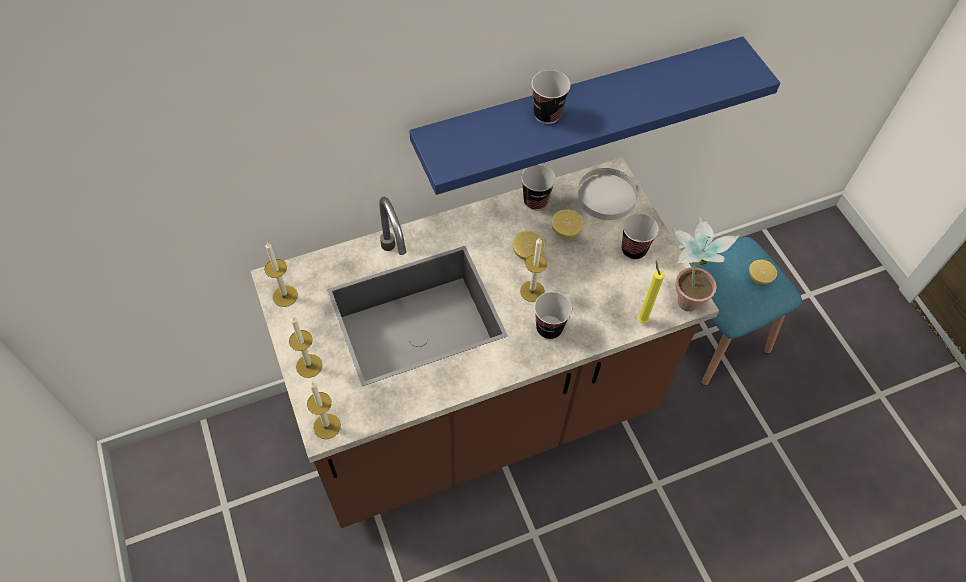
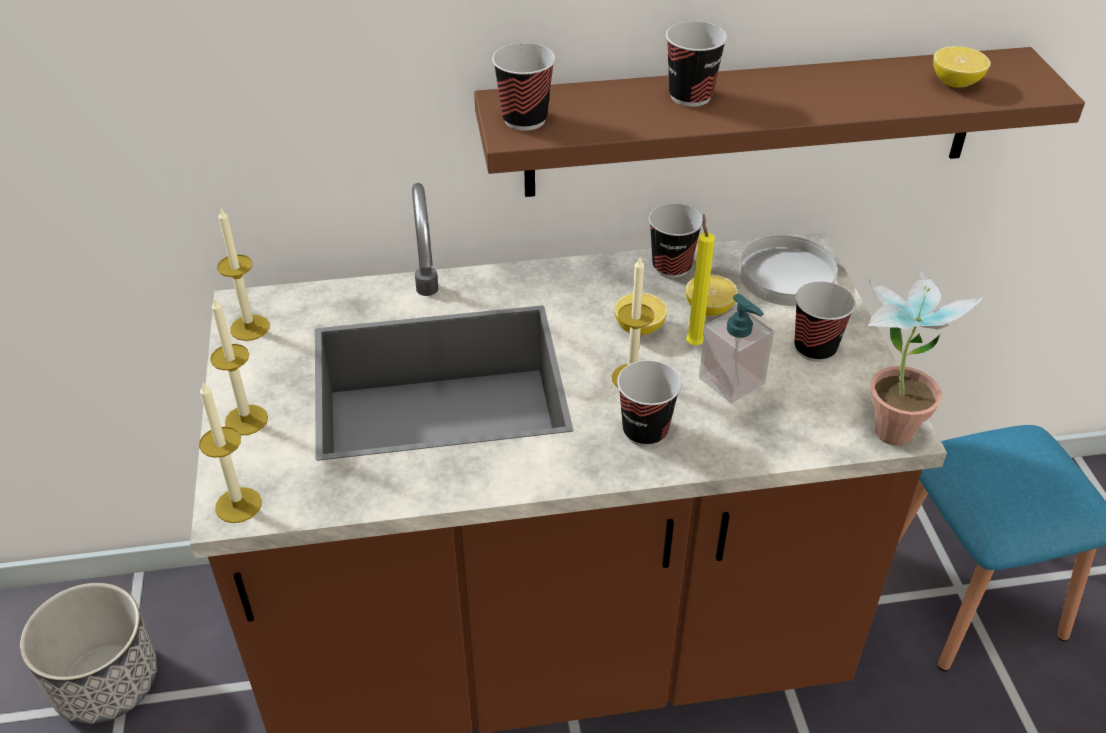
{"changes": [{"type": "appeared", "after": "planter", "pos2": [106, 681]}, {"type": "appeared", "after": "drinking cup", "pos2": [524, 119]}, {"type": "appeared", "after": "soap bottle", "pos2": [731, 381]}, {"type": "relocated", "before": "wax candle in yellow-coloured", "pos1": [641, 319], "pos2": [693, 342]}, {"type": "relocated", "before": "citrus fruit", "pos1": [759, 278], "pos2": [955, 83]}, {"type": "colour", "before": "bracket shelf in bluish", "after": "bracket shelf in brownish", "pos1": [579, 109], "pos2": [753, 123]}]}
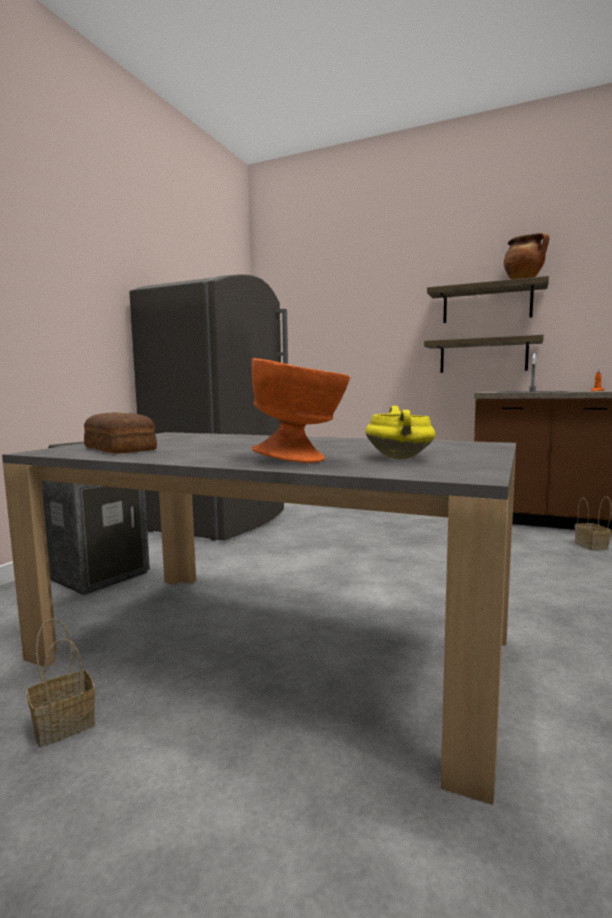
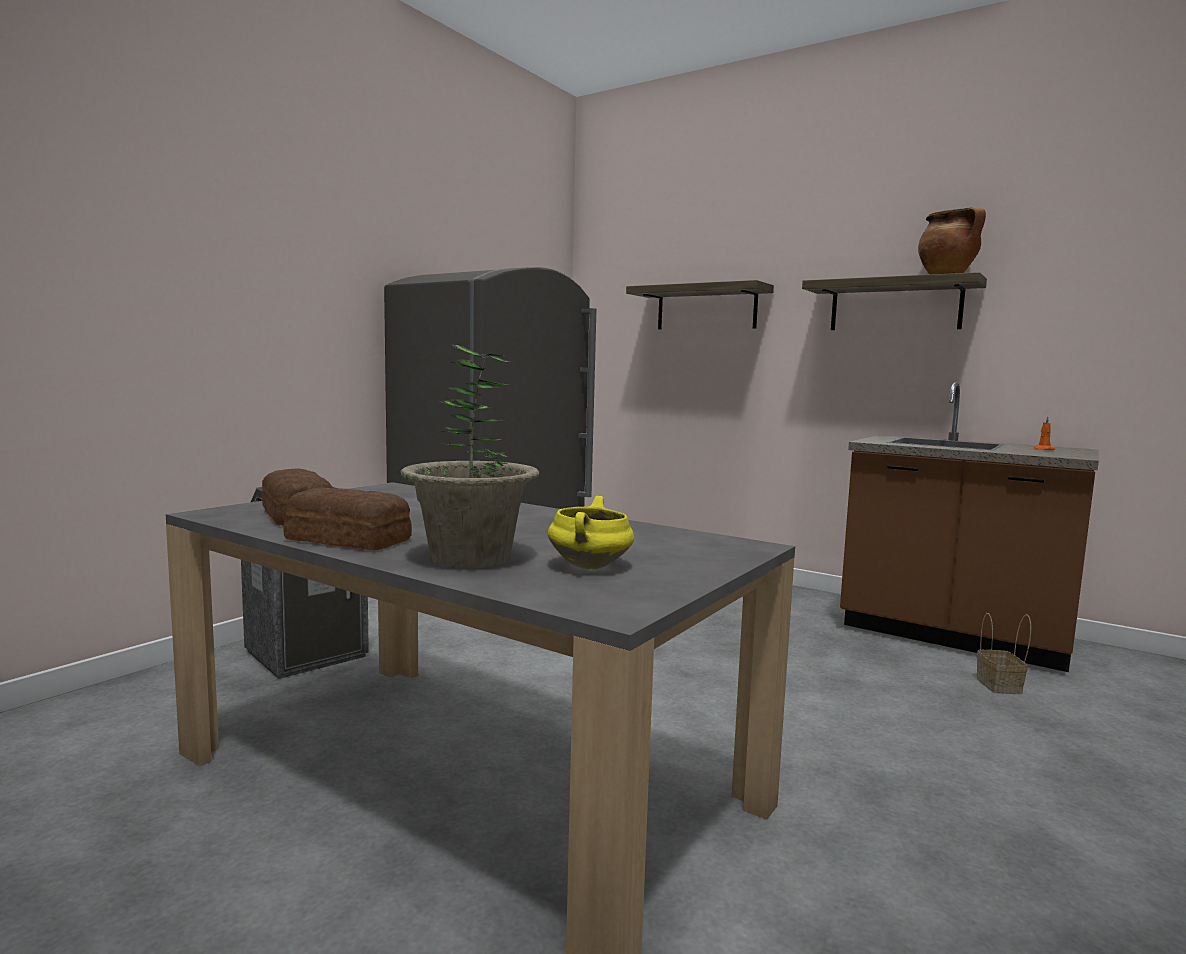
{"changes": [{"type": "missing", "before": "basket", "pos1": [66, 724]}, {"type": "appeared", "after": "bakery bread", "pos2": [348, 539]}, {"type": "relocated", "before": "bracket shelf", "pos1": [483, 356], "pos2": [706, 308]}, {"type": "exchanged", "before": "serving bowl in orange-coloured", "after": "houseplant", "pos1": [302, 460], "pos2": [470, 558]}]}
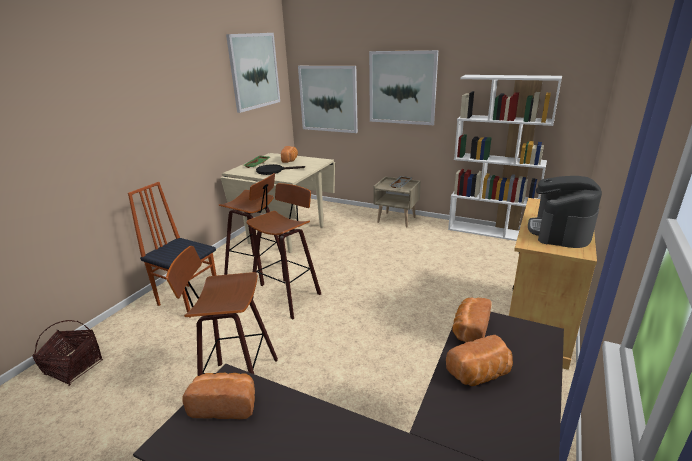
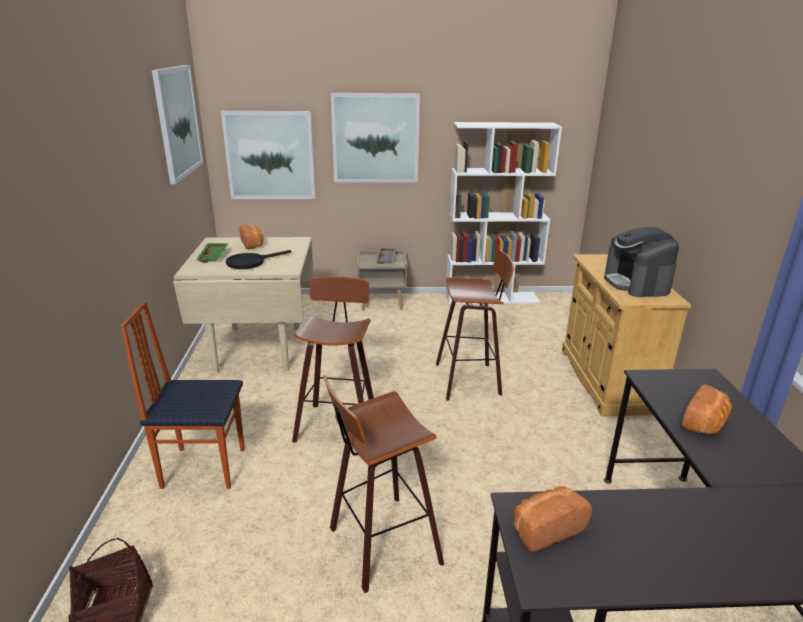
{"changes": [{"type": "missing", "before": "bakery bread", "pos1": [469, 331]}, {"type": "relocated", "before": "stool seat", "pos1": [259, 270], "pos2": [470, 379]}]}
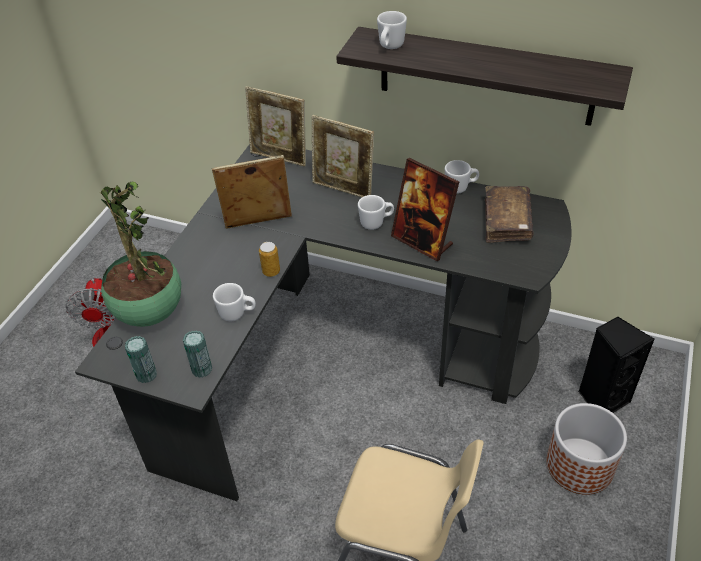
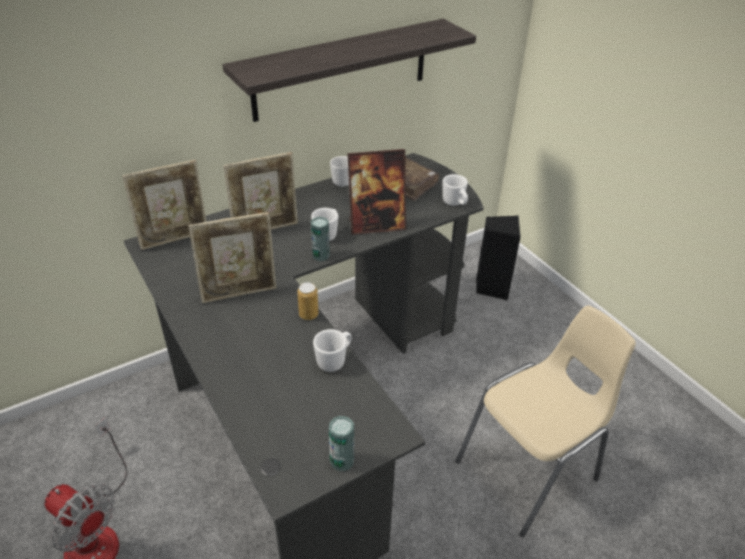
{"changes": [{"type": "missing", "before": "houseplant", "pos1": [149, 312]}, {"type": "missing", "before": "planter", "pos1": [580, 465]}, {"type": "relocated", "before": "can", "pos1": [202, 369], "pos2": [321, 255]}, {"type": "relocated", "before": "coffee mug in white", "pos1": [389, 47], "pos2": [455, 203]}, {"type": "spun", "before": "standing frame", "pos1": [258, 224], "pos2": [239, 293], "turn": -135}]}
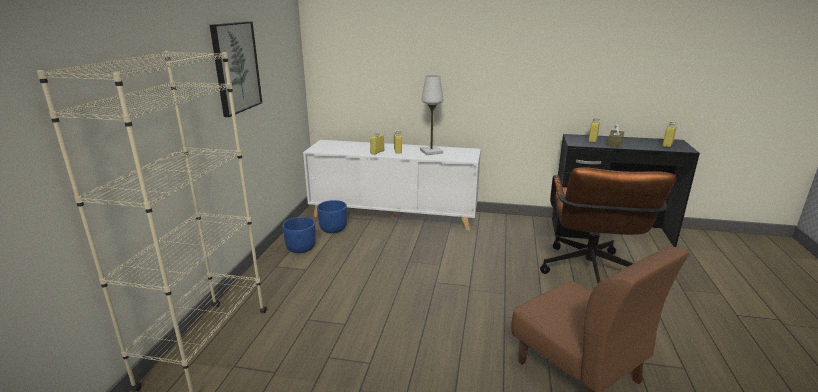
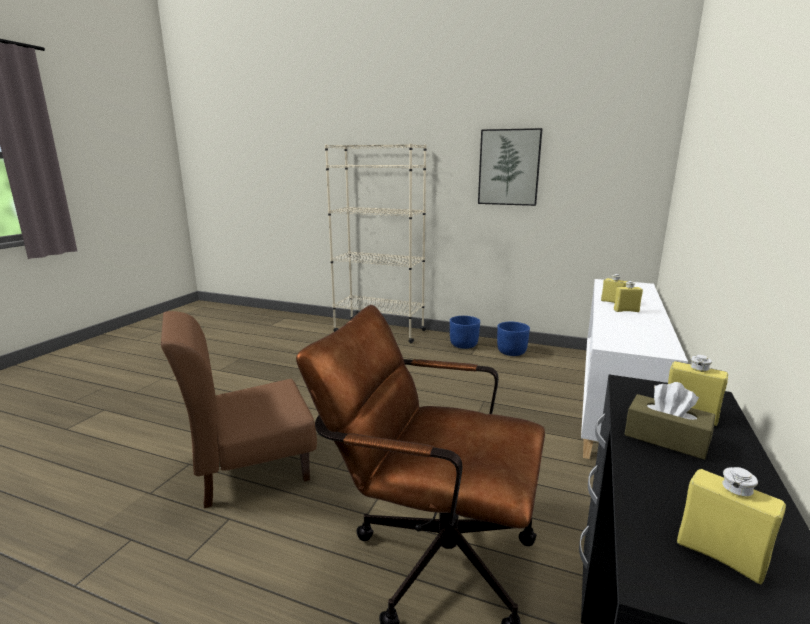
{"changes": [{"type": "missing", "before": "table lamp in white", "pos1": [431, 151]}, {"type": "relocated", "before": "planter in bluish", "pos1": [333, 229], "pos2": [464, 345]}]}
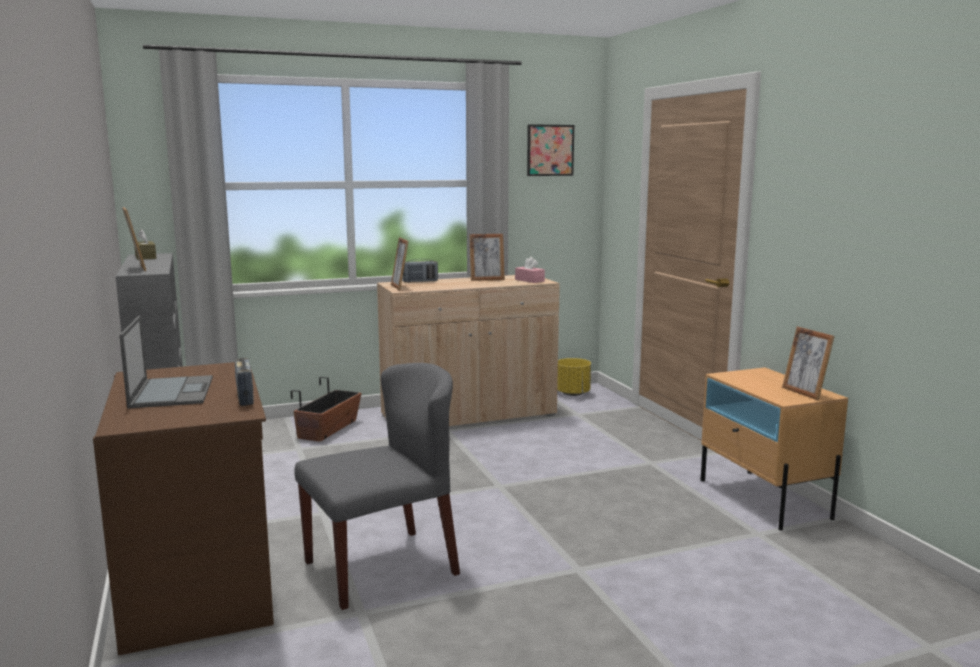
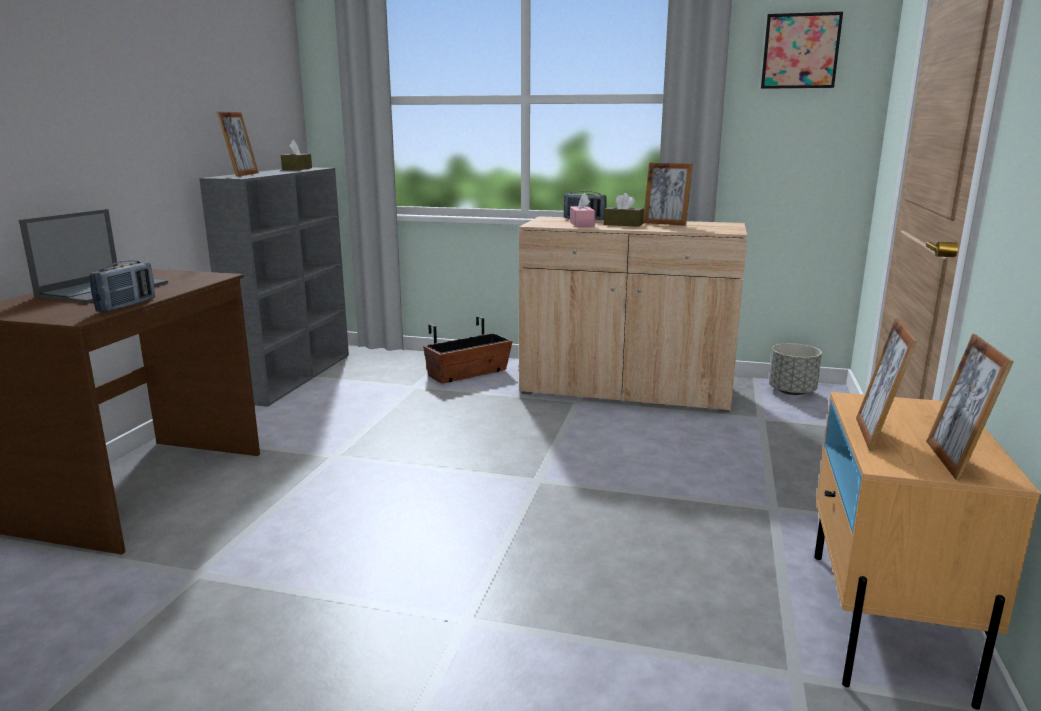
{"changes": [{"type": "missing", "before": "upright chair in grey", "pos1": [382, 567]}, {"type": "appeared", "after": "tissue box in brownish", "pos2": [623, 224]}, {"type": "relocated", "before": "standing frame", "pos1": [400, 287], "pos2": [875, 435]}, {"type": "relocated", "before": "tissue box in pink", "pos1": [529, 280], "pos2": [582, 224]}, {"type": "colour", "before": "planter in yellow-coloured", "after": "planter in grey", "pos1": [573, 393], "pos2": [792, 391]}]}
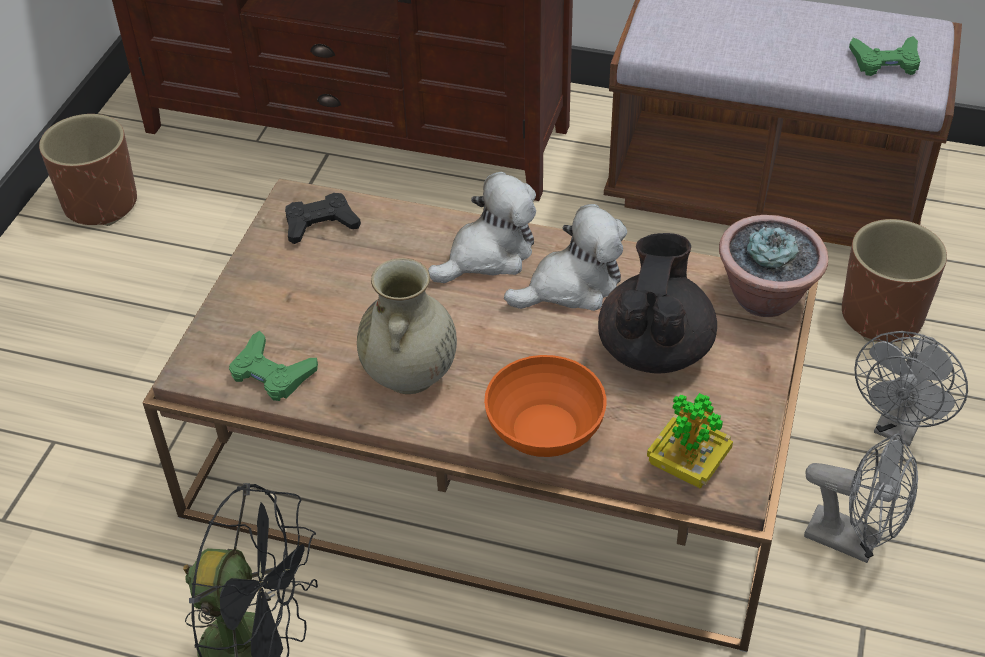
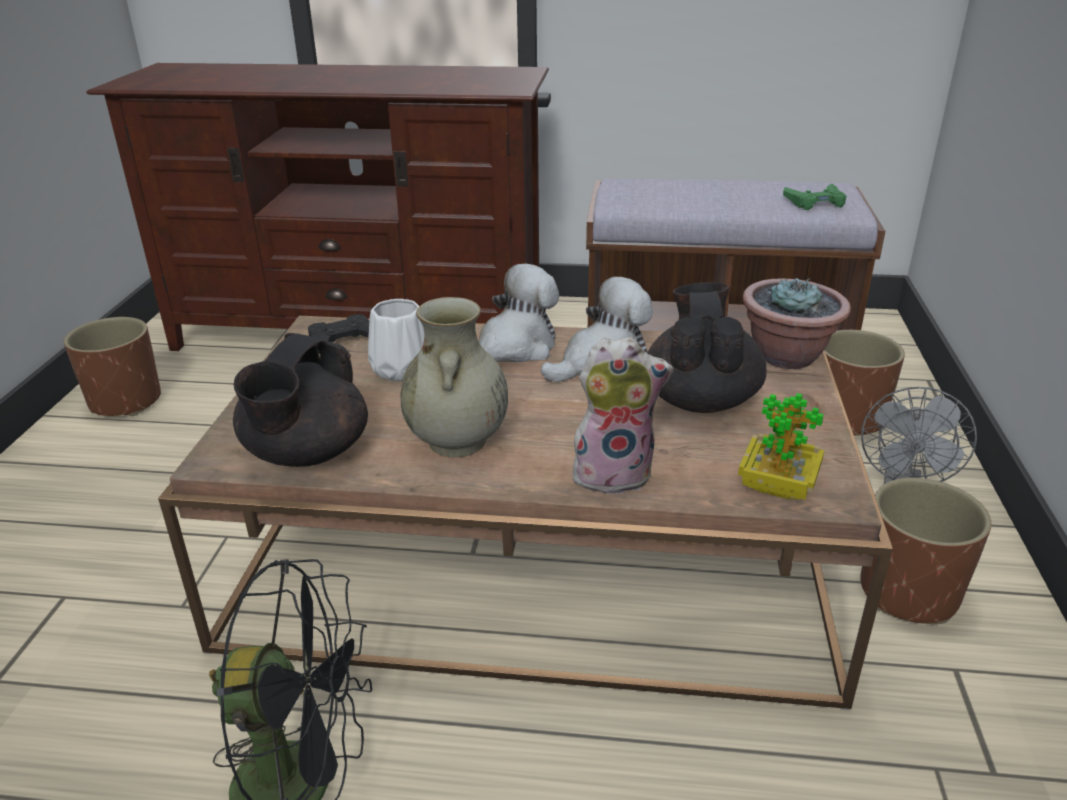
{"changes": [{"type": "appeared", "after": "vase in white", "pos2": [401, 370]}, {"type": "exchanged", "before": "gamepad in greenish", "after": "pot for tea in black", "pos1": [271, 373], "pos2": [306, 454]}, {"type": "exchanged", "before": "serving bowl in orange-coloured", "after": "soft toy", "pos1": [544, 431], "pos2": [614, 473]}, {"type": "exchanged", "before": "cooling fan in grey", "after": "planter in brownish", "pos1": [853, 540], "pos2": [907, 592]}]}
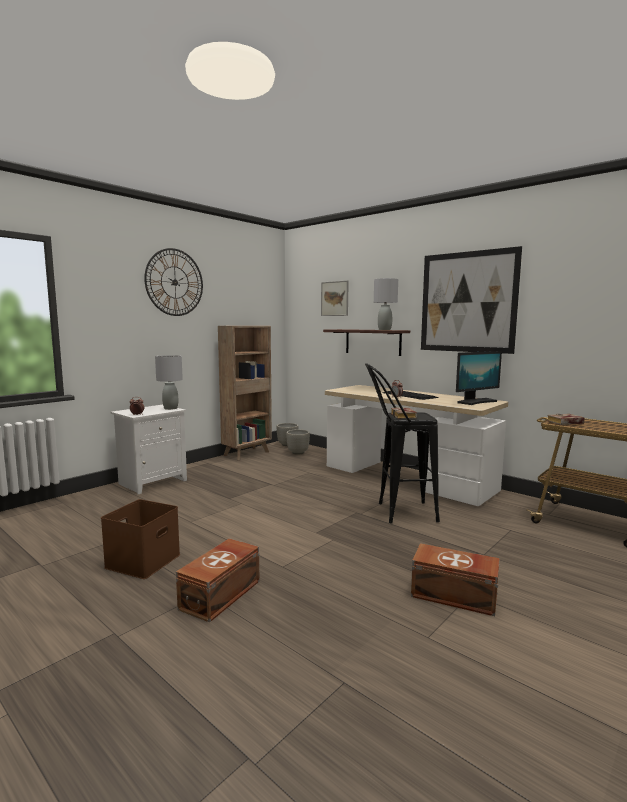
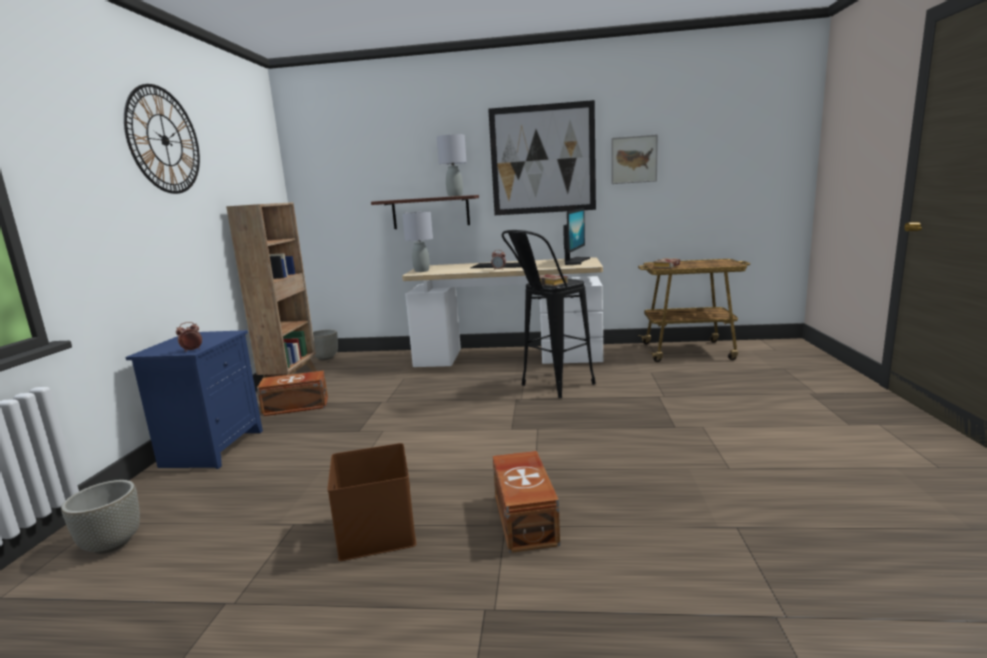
{"changes": [{"type": "relocated", "before": "table lamp in grey", "pos1": [170, 408], "pos2": [422, 271]}, {"type": "relocated", "before": "planter in grey", "pos1": [298, 453], "pos2": [112, 544]}, {"type": "relocated", "before": "picture", "pos1": [334, 298], "pos2": [634, 159]}, {"type": "relocated", "before": "storage box in brownish", "pos1": [455, 596], "pos2": [297, 406]}, {"type": "colour", "before": "nightstand in white", "after": "nightstand in bluish", "pos1": [153, 482], "pos2": [212, 448]}]}
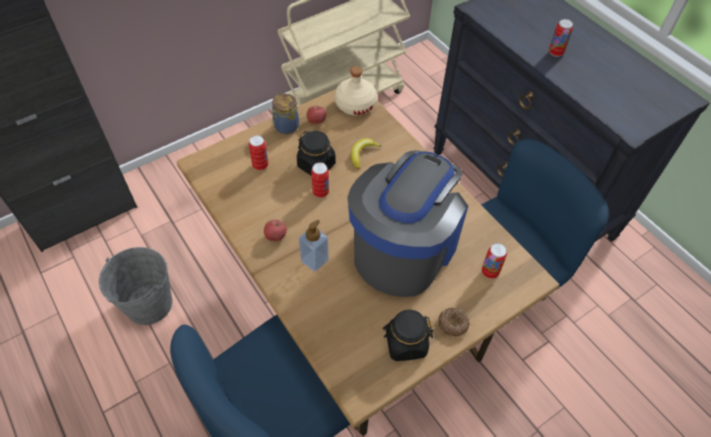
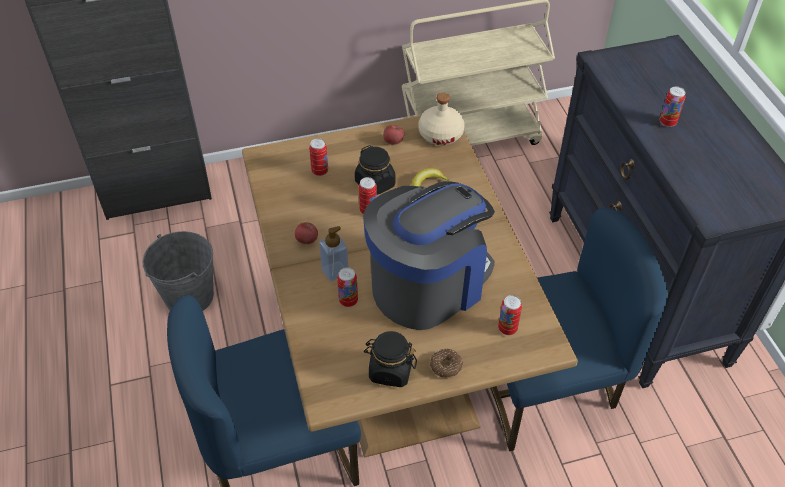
{"changes": [{"type": "missing", "before": "storage jar", "pos1": [285, 127]}, {"type": "appeared", "after": "can", "pos2": [348, 301]}]}
